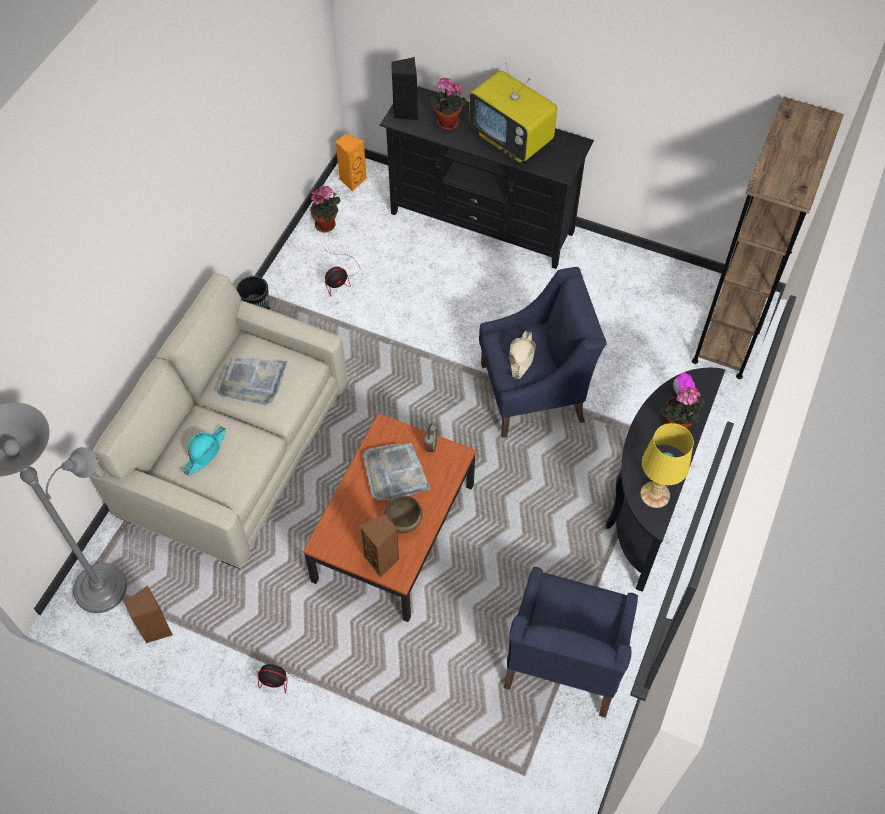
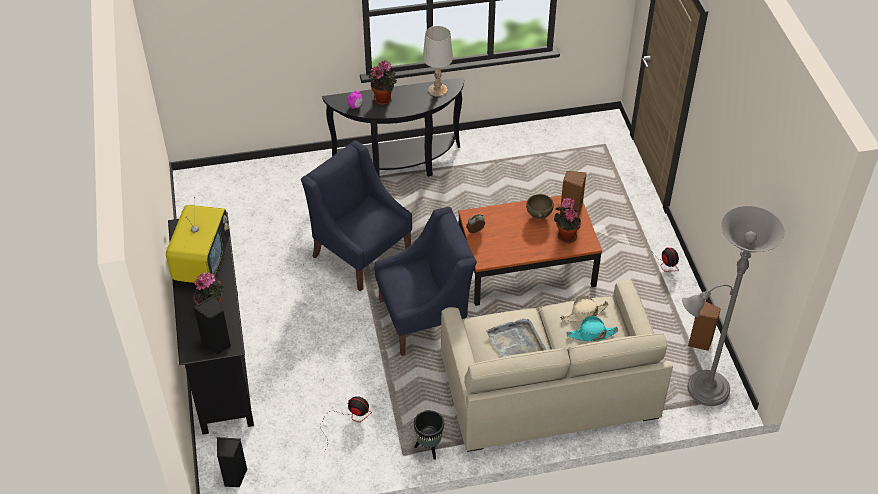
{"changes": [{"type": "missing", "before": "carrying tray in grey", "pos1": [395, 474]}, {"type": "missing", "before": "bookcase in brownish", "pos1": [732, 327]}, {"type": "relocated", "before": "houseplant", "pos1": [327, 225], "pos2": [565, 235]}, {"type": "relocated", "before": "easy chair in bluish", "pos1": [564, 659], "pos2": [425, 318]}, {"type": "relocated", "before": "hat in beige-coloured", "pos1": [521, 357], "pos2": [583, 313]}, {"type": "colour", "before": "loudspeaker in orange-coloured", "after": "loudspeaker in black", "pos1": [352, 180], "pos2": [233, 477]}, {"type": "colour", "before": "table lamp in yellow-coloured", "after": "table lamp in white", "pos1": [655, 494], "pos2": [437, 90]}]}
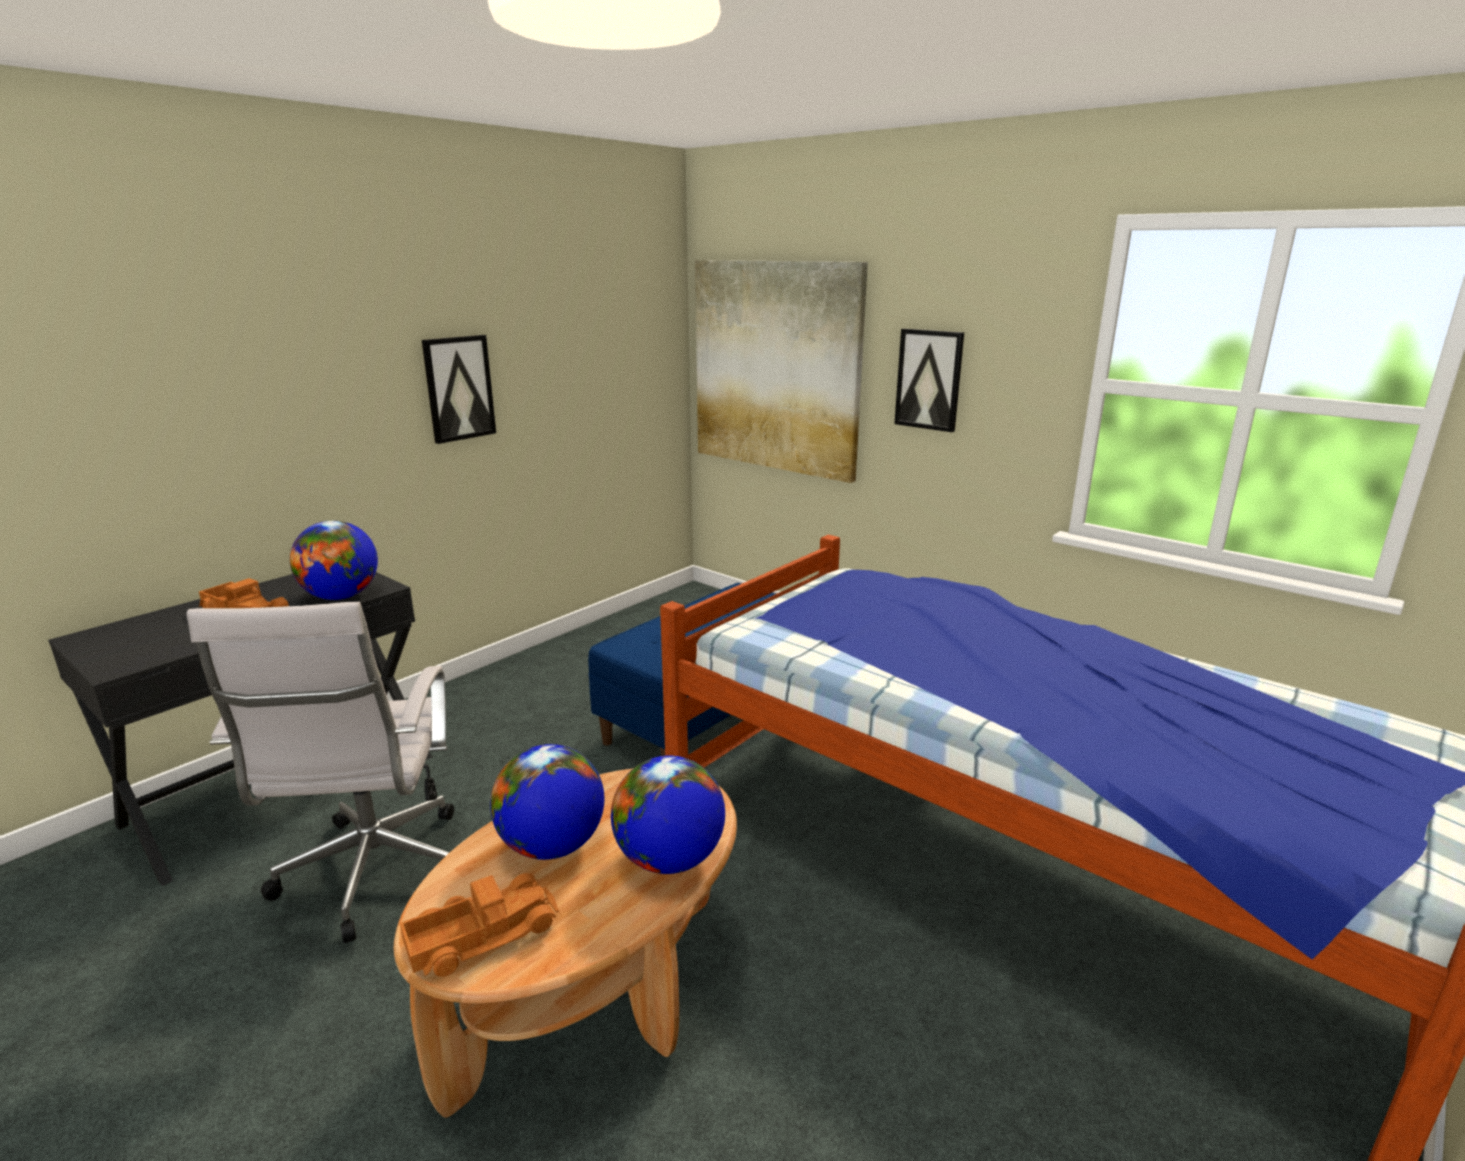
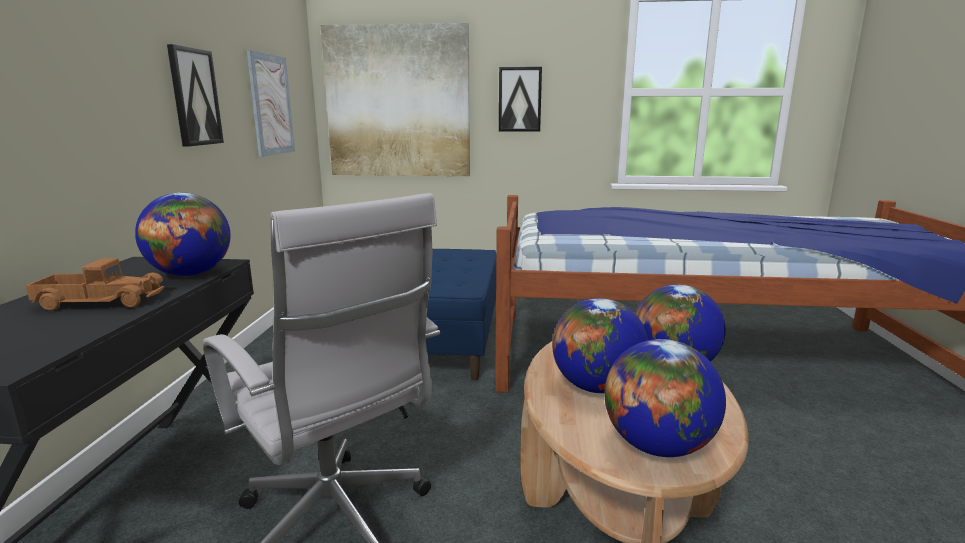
{"changes": [{"type": "appeared", "after": "picture", "pos2": [271, 105]}, {"type": "exchanged", "before": "toy lorry", "after": "globe", "pos1": [481, 935], "pos2": [657, 446]}]}
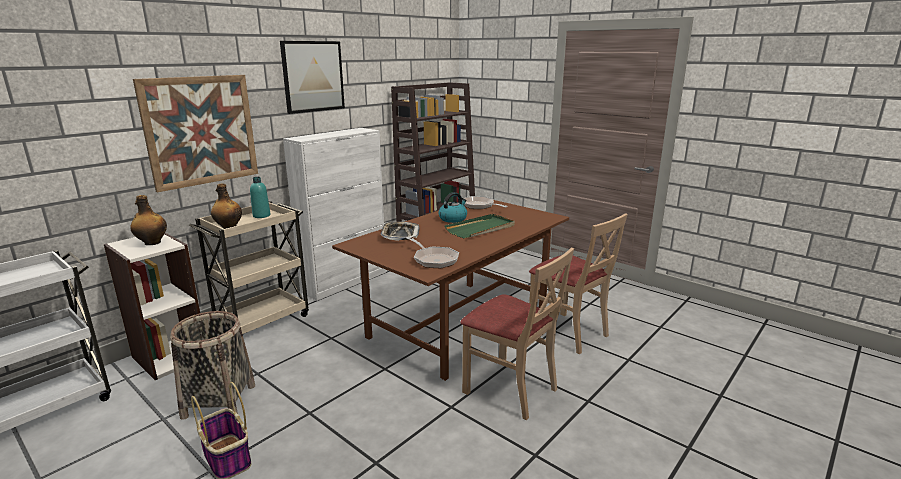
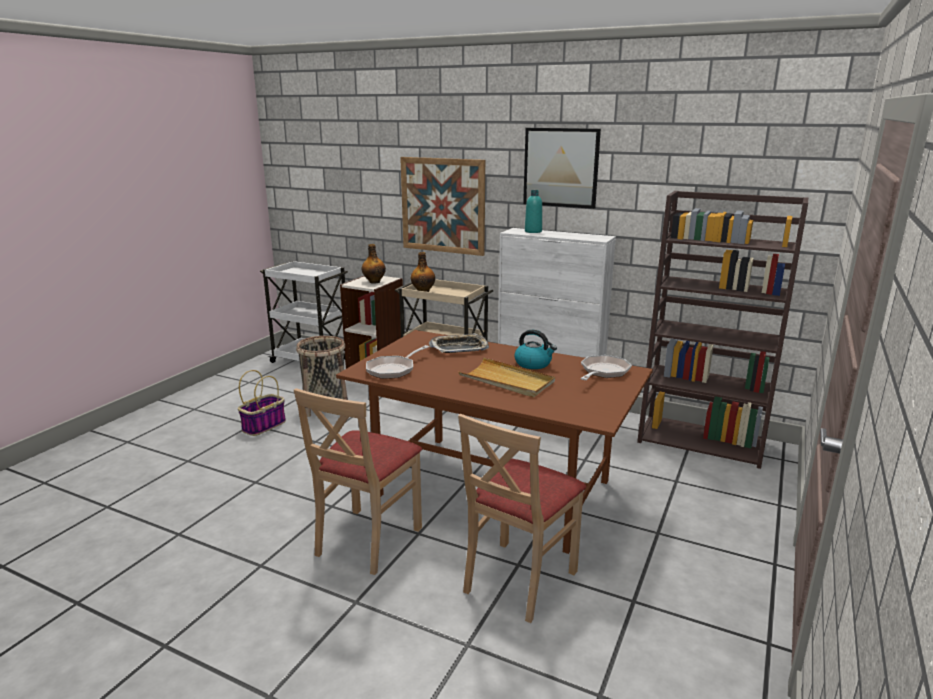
{"changes": [{"type": "relocated", "before": "bottle in blue-green", "pos1": [261, 215], "pos2": [533, 231]}, {"type": "colour", "before": "carrying tray in greenish", "after": "carrying tray in beige-coloured", "pos1": [481, 228], "pos2": [507, 381]}]}
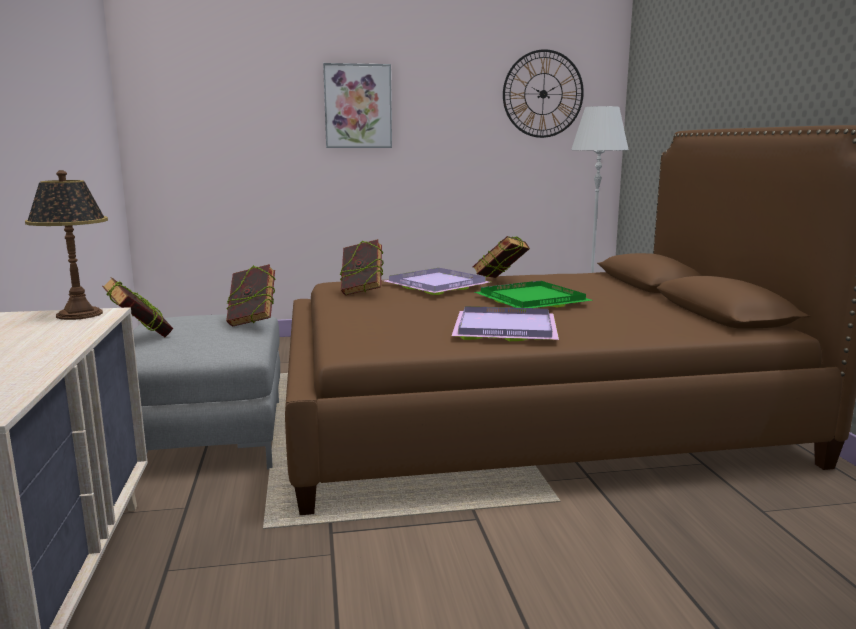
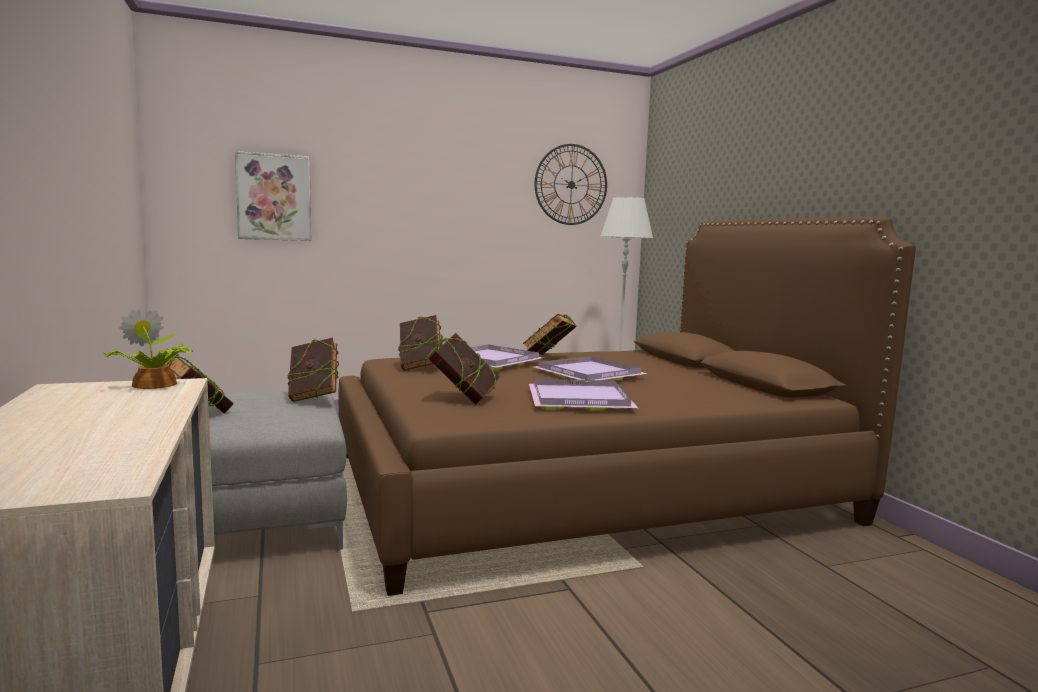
{"changes": [{"type": "appeared", "after": "volume", "pos2": [464, 399]}, {"type": "relocated", "before": "picture", "pos1": [358, 106], "pos2": [274, 197]}, {"type": "exchanged", "before": "table lamp", "after": "houseplant", "pos1": [79, 314], "pos2": [153, 385]}, {"type": "colour", "before": "carrying tray in greenish", "after": "carrying tray in purple-coloured", "pos1": [531, 300], "pos2": [589, 374]}]}
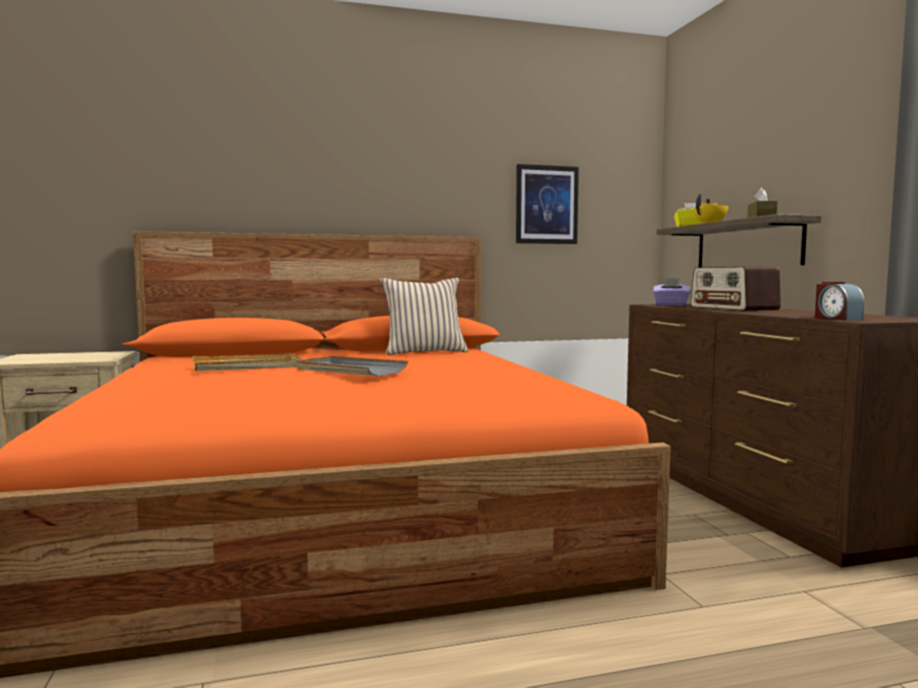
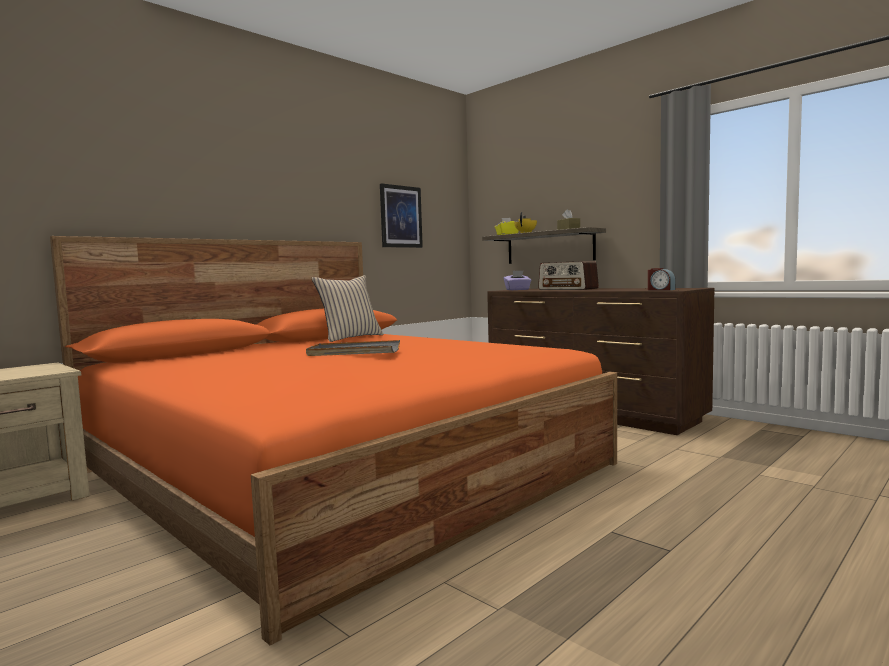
{"changes": [{"type": "missing", "before": "carrying tray in beige-coloured", "pos1": [247, 366]}]}
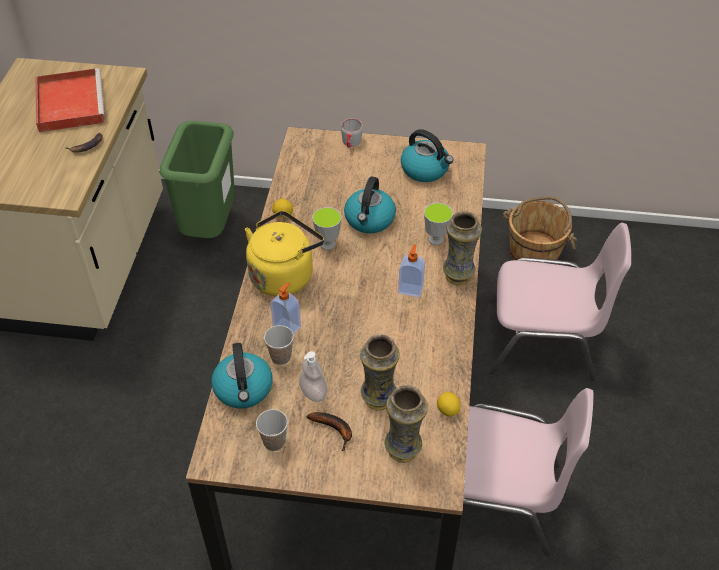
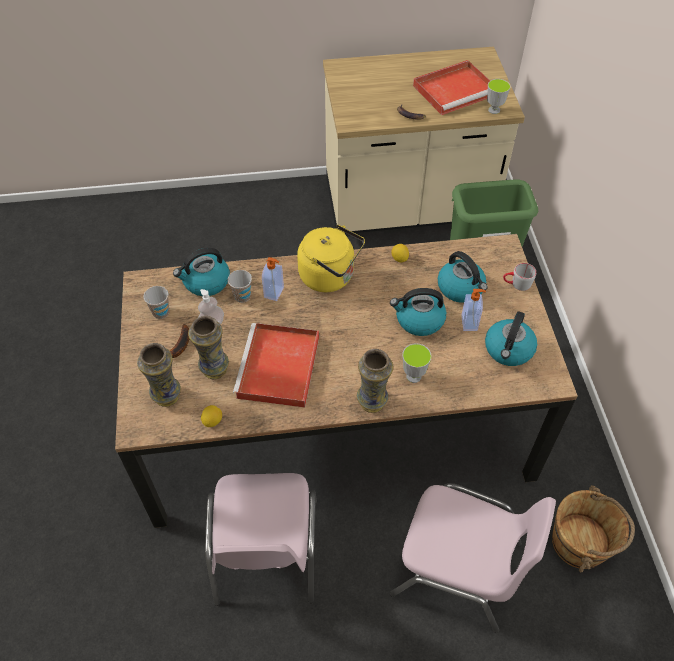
{"changes": [{"type": "appeared", "after": "carrying tray in red", "pos2": [279, 369]}, {"type": "appeared", "after": "tea kettle", "pos2": [461, 288]}, {"type": "relocated", "before": "drinking cup", "pos1": [327, 244], "pos2": [494, 110]}, {"type": "relocated", "before": "soap bottle", "pos1": [410, 289], "pos2": [470, 323]}, {"type": "spun", "before": "upright chair in pink", "pos1": [543, 340], "pos2": [459, 568], "turn": -60}]}
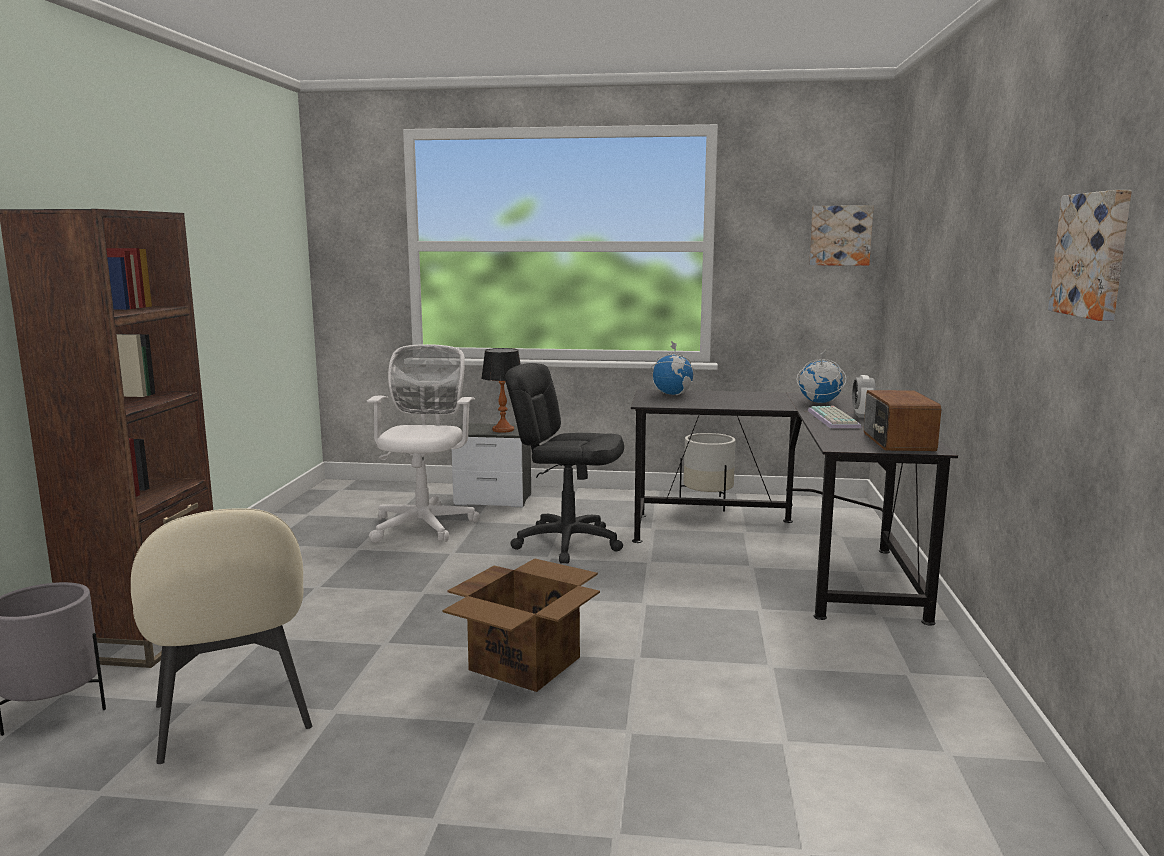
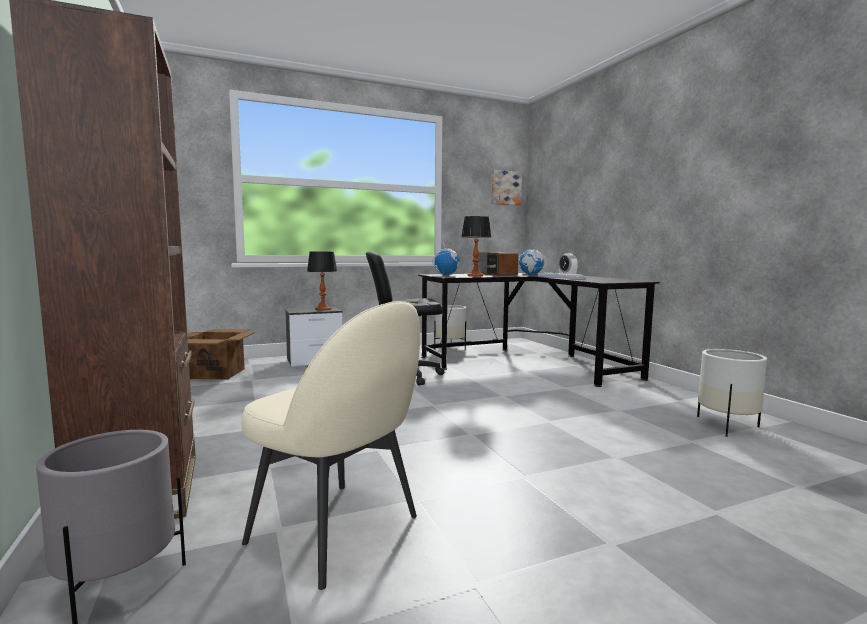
{"changes": [{"type": "missing", "before": "office chair in white", "pos1": [424, 524]}, {"type": "missing", "before": "picture", "pos1": [1094, 255]}, {"type": "appeared", "after": "table lamp", "pos2": [475, 276]}, {"type": "appeared", "after": "planter in white", "pos2": [727, 426]}, {"type": "relocated", "before": "cardboard box", "pos1": [526, 663], "pos2": [217, 373]}, {"type": "relocated", "before": "radio set", "pos1": [897, 442], "pos2": [496, 274]}]}
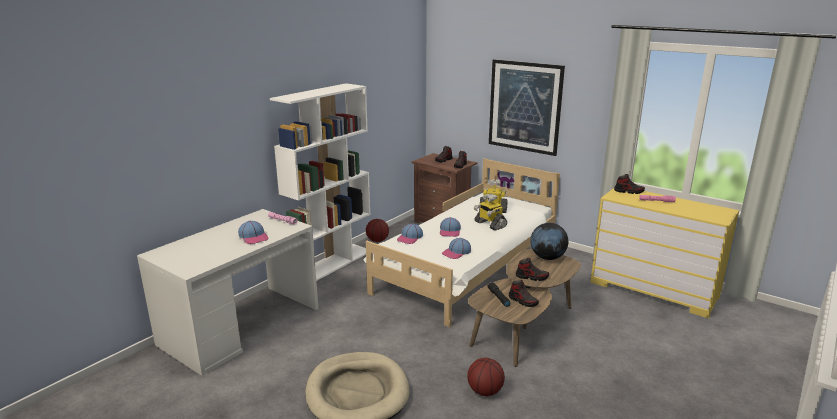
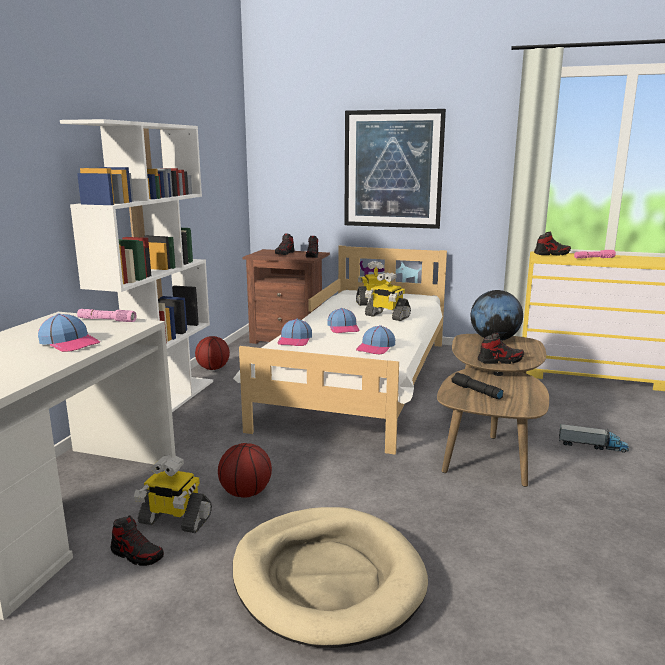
{"changes": [{"type": "appeared", "after": "model robot", "pos2": [174, 520]}, {"type": "appeared", "after": "toy lorry", "pos2": [592, 446]}, {"type": "relocated", "before": "basketball ball", "pos1": [485, 391], "pos2": [245, 493]}, {"type": "relocated", "before": "low shoe", "pos1": [523, 301], "pos2": [137, 554]}]}
